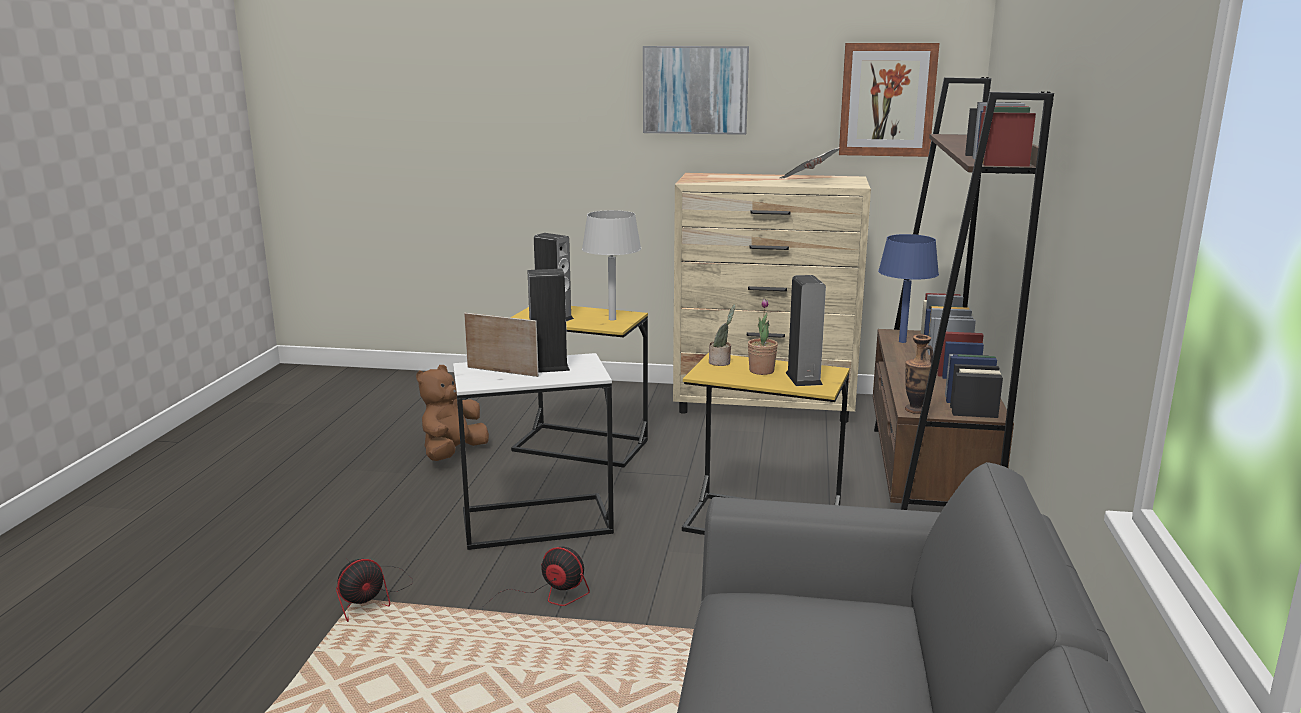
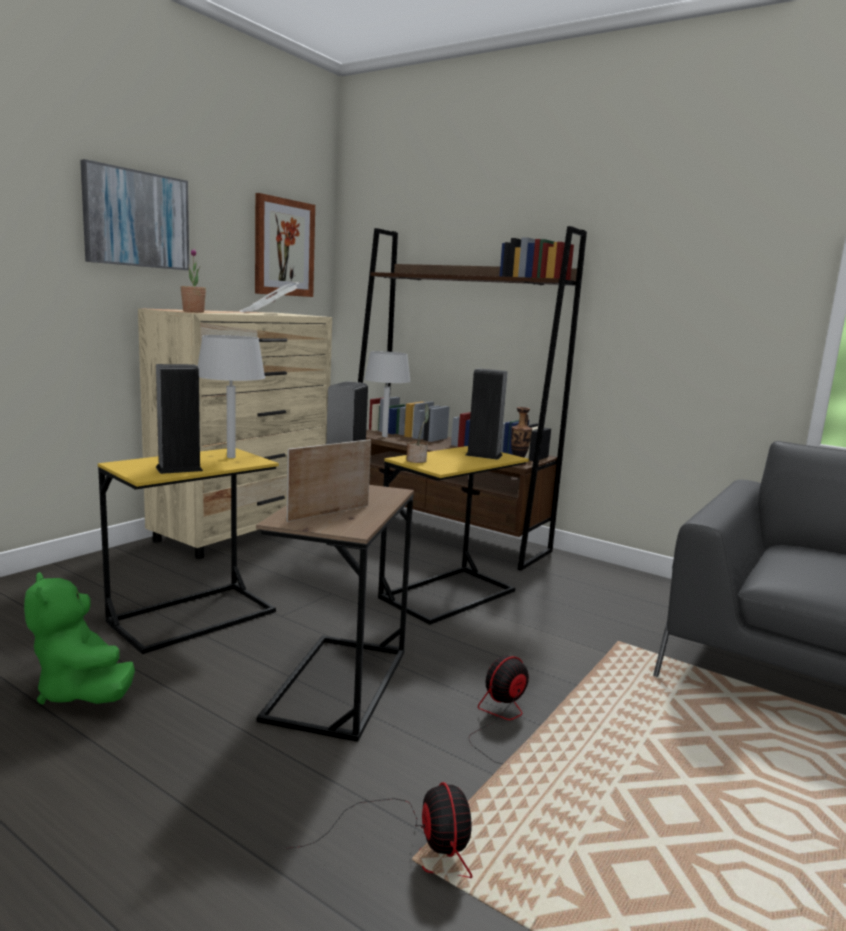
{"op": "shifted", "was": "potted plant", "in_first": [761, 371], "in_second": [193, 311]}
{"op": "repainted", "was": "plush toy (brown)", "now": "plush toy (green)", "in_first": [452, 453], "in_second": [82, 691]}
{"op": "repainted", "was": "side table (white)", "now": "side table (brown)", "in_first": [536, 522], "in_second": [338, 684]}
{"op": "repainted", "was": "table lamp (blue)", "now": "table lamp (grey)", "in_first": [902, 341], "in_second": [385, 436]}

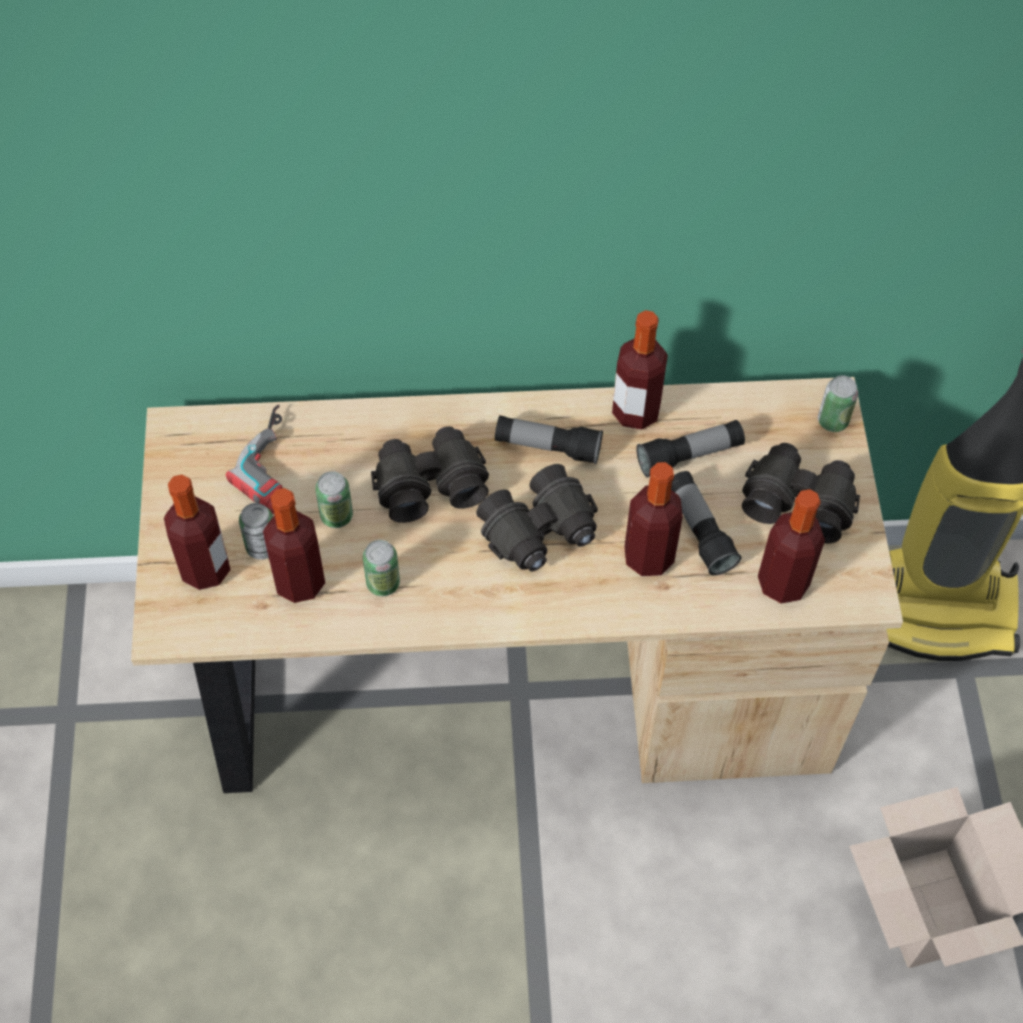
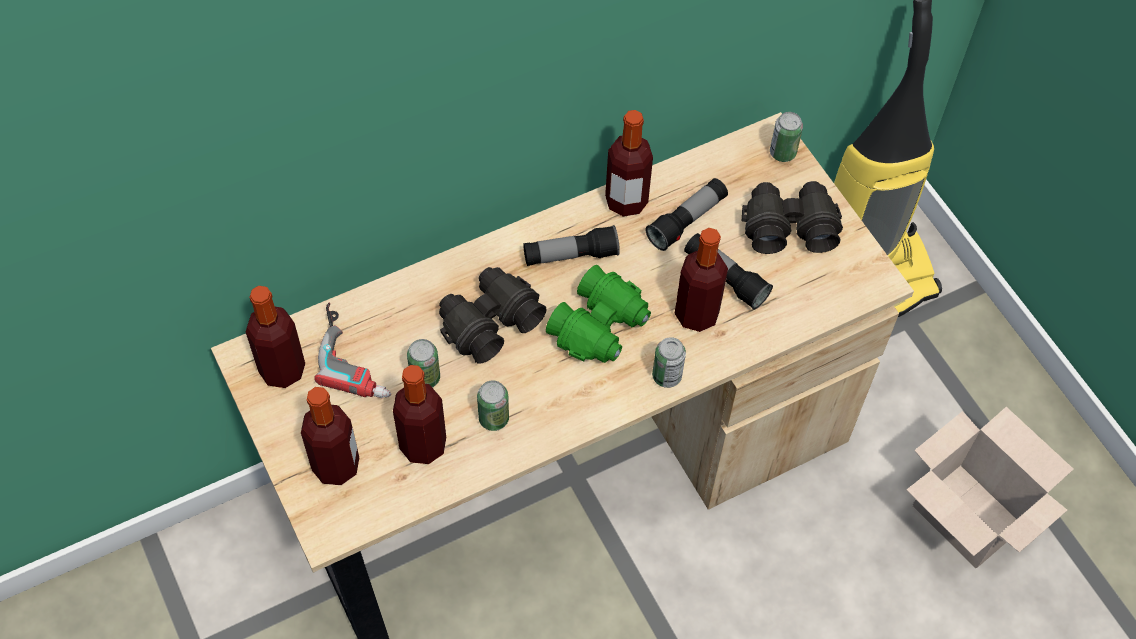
{"op": "shifted", "was": "can", "in_first": [262, 547], "in_second": [666, 376]}
{"op": "shifted", "was": "bottle", "in_first": [783, 583], "in_second": [282, 370]}
{"op": "repainted", "was": "binoculars (black)", "now": "binoculars (green)", "in_first": [540, 532], "in_second": [600, 327]}

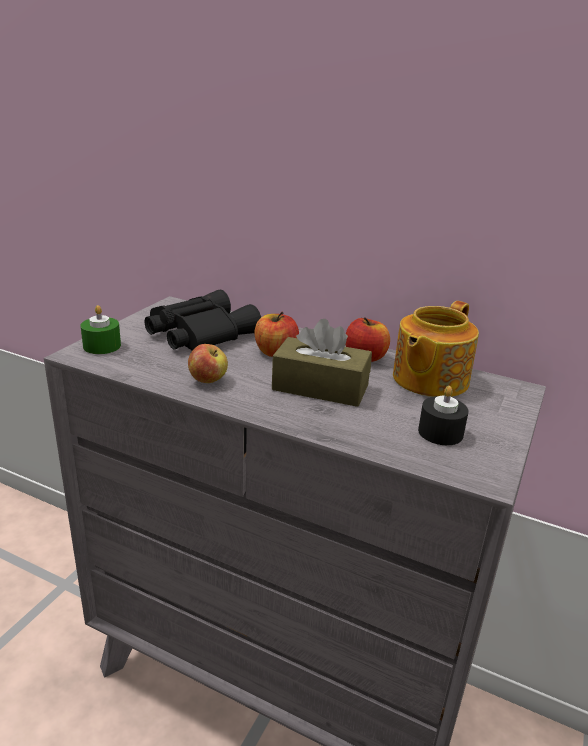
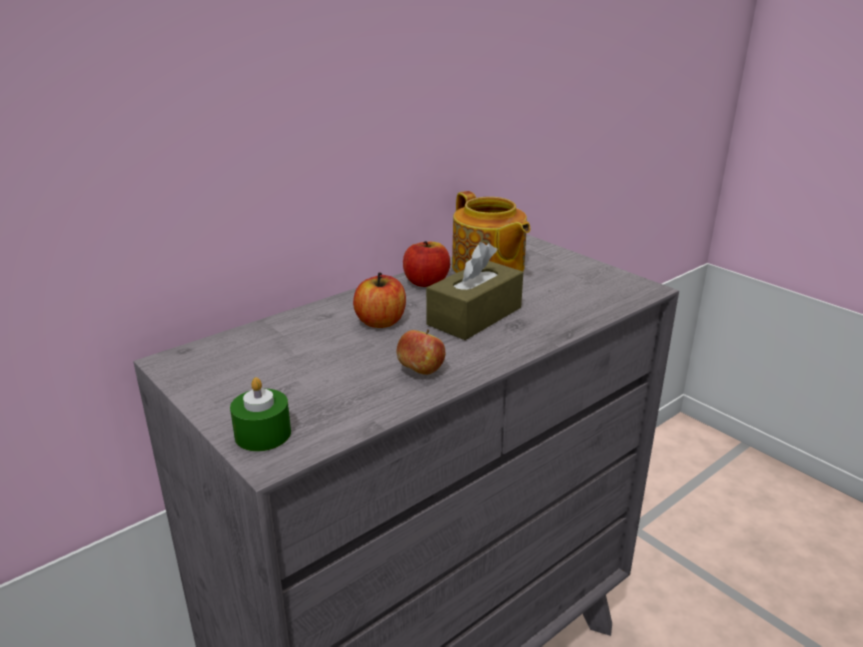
{"op": "gone", "was": "binoculars (black)", "in_first": [198, 333]}
{"op": "gone", "was": "candle (black)", "in_first": [440, 432]}

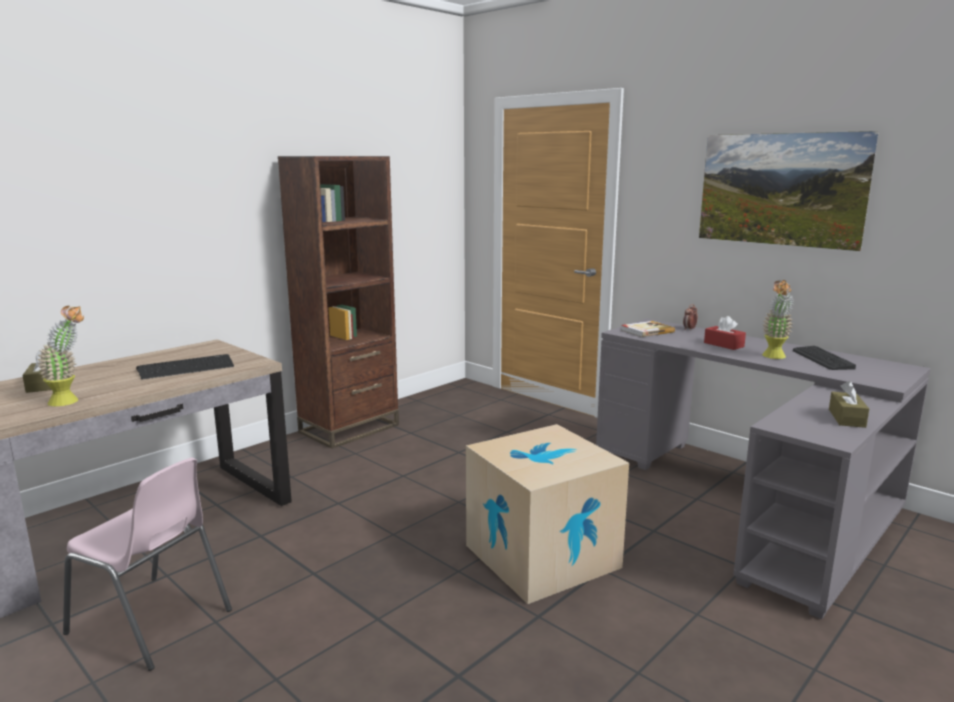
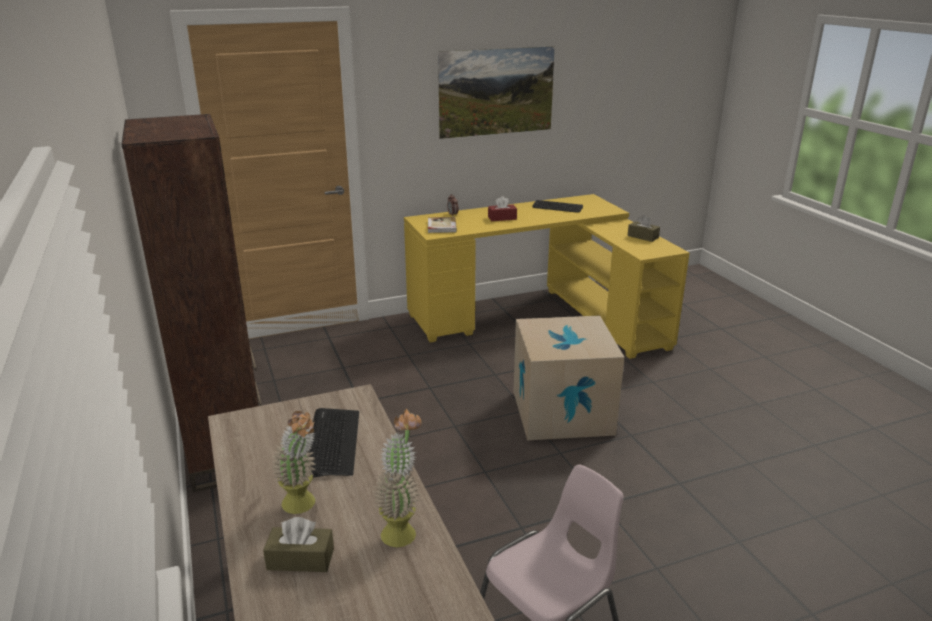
{"op": "shifted", "was": "potted plant", "in_first": [774, 357], "in_second": [303, 507]}
{"op": "repainted", "was": "desk (grey)", "now": "desk (yellow)", "in_first": [752, 500], "in_second": [542, 317]}

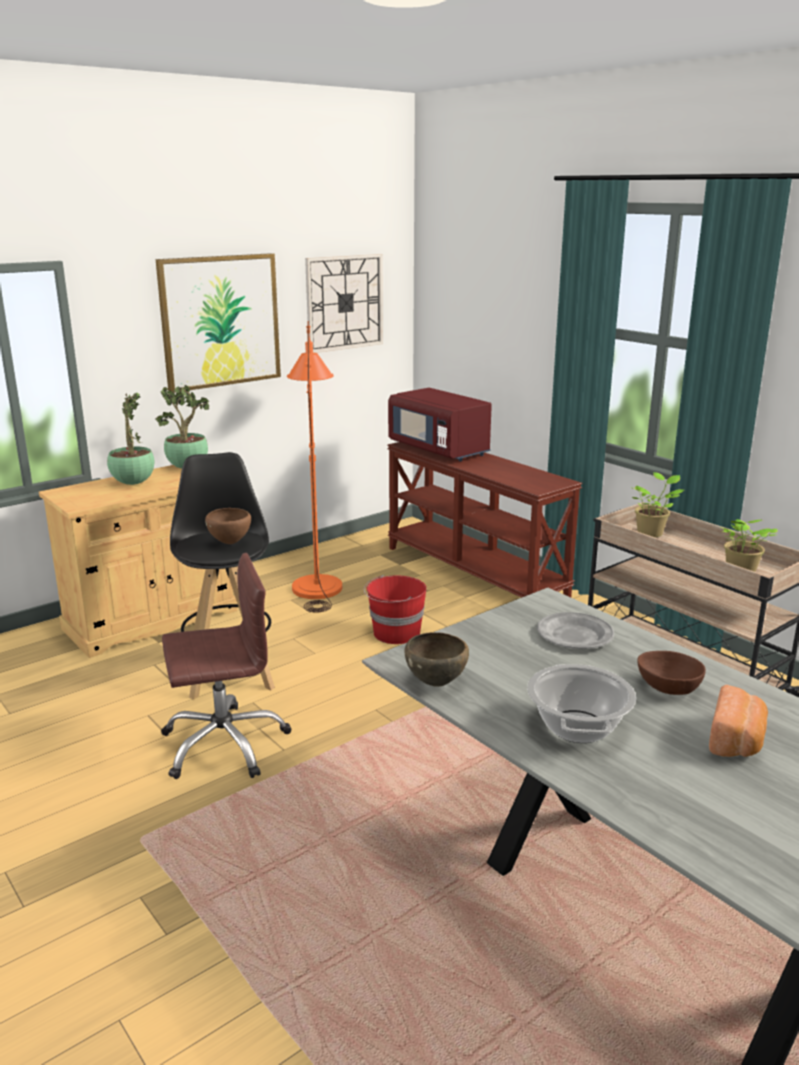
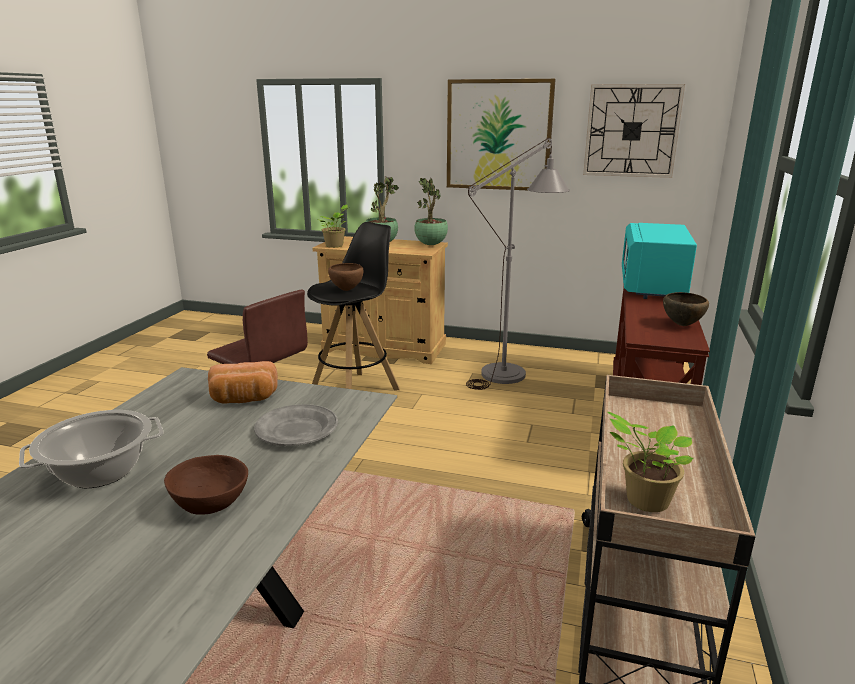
{"op": "gone", "was": "bucket (red)", "in_first": [395, 633]}
{"op": "shifted", "was": "bowl (brown)", "in_first": [436, 683], "in_second": [682, 325]}
{"op": "shifted", "was": "potted plant", "in_first": [651, 533], "in_second": [335, 246]}
{"op": "shifted", "was": "bread", "in_first": [737, 741], "in_second": [244, 399]}
{"op": "repainted", "was": "floor lamp (orange)", "now": "floor lamp (grey)", "in_first": [317, 582], "in_second": [512, 371]}
{"op": "repainted", "was": "microwave (red)", "now": "microwave (turquoise)", "in_first": [439, 450], "in_second": [652, 287]}

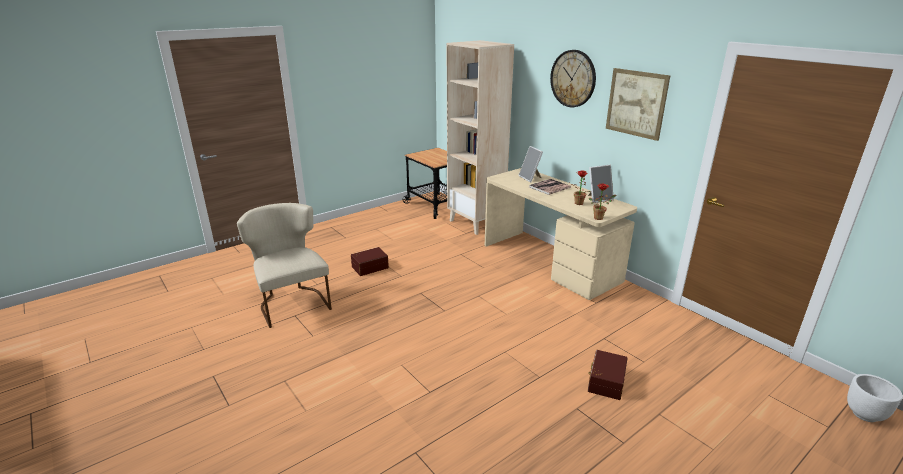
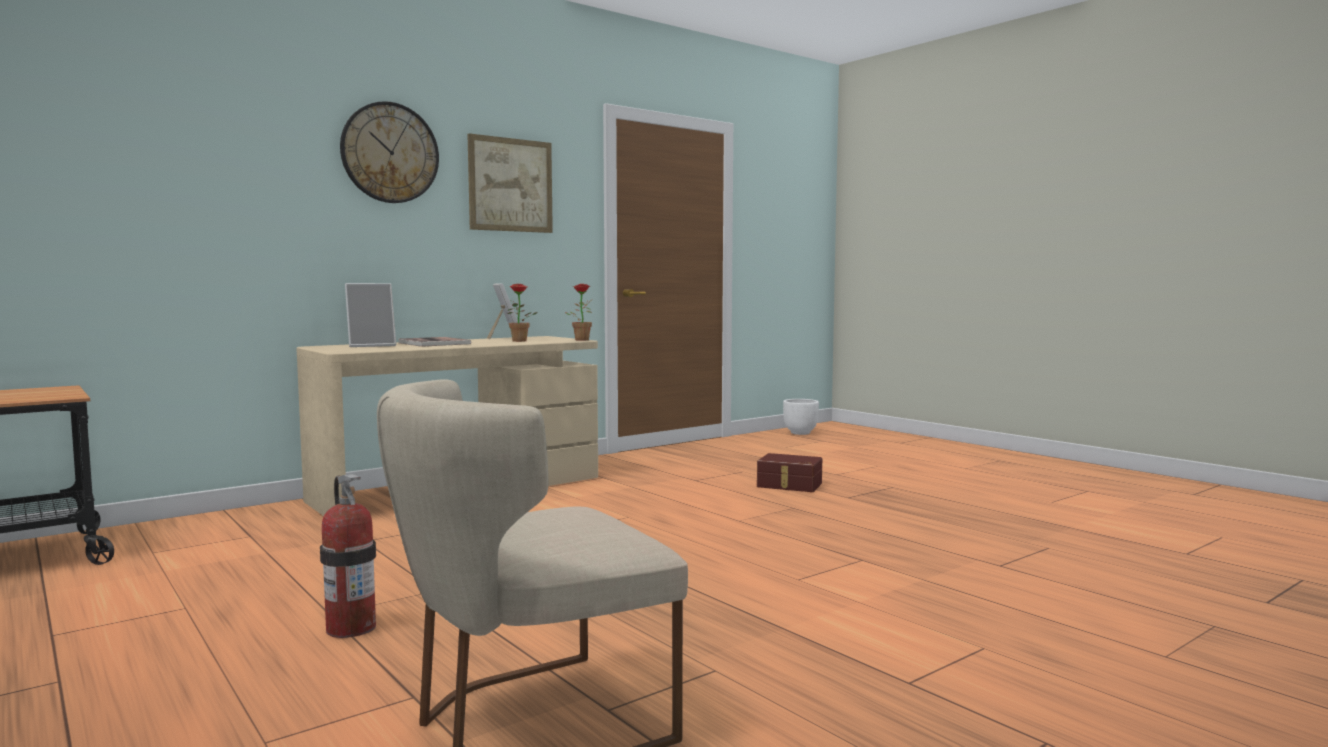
{"op": "gone", "was": "bookcase (beige)", "in_first": [476, 223]}
{"op": "swapped", "was": "storage box (brown)", "now": "fire extinguisher", "in_first": [369, 267], "in_second": [351, 628]}

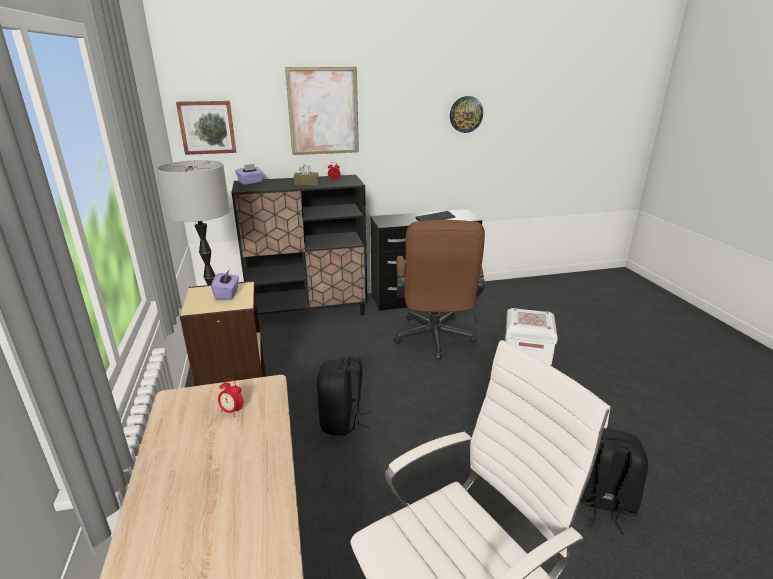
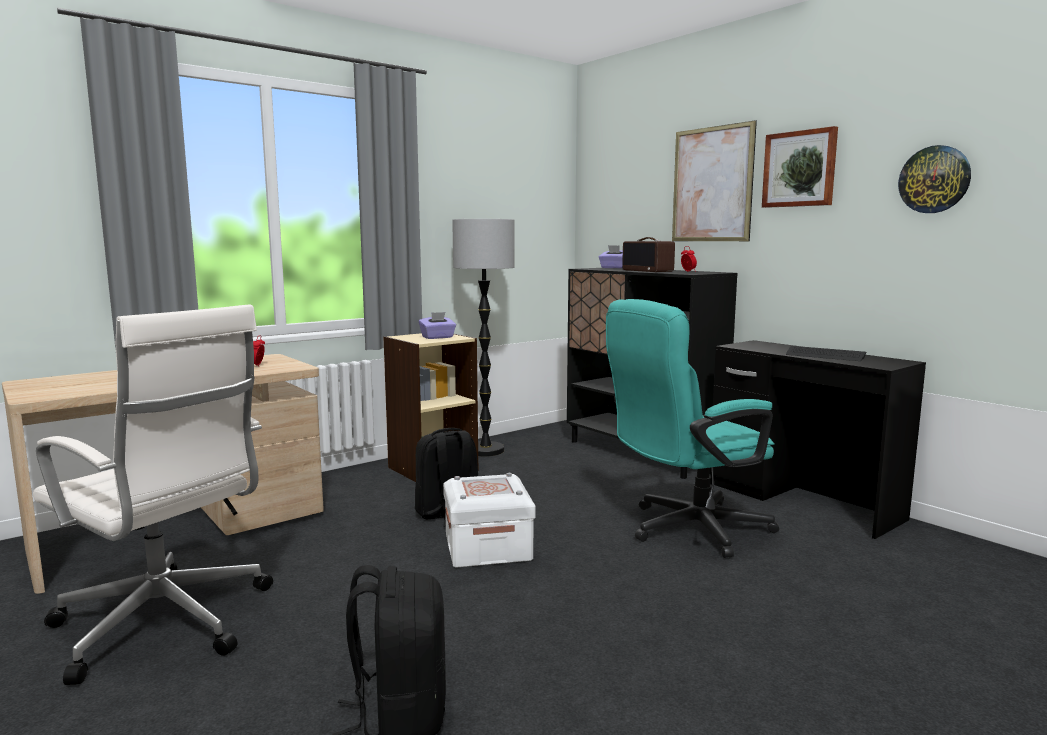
{"op": "shifted", "was": "picture", "in_first": [207, 127], "in_second": [800, 169]}
{"op": "shifted", "was": "storage box (white)", "in_first": [527, 351], "in_second": [487, 547]}
{"op": "swapped", "was": "tissue box (brown)", "now": "radio", "in_first": [306, 184], "in_second": [648, 271]}
{"op": "repainted", "was": "office chair (brown)", "now": "office chair (turquoise)", "in_first": [434, 340], "in_second": [686, 530]}

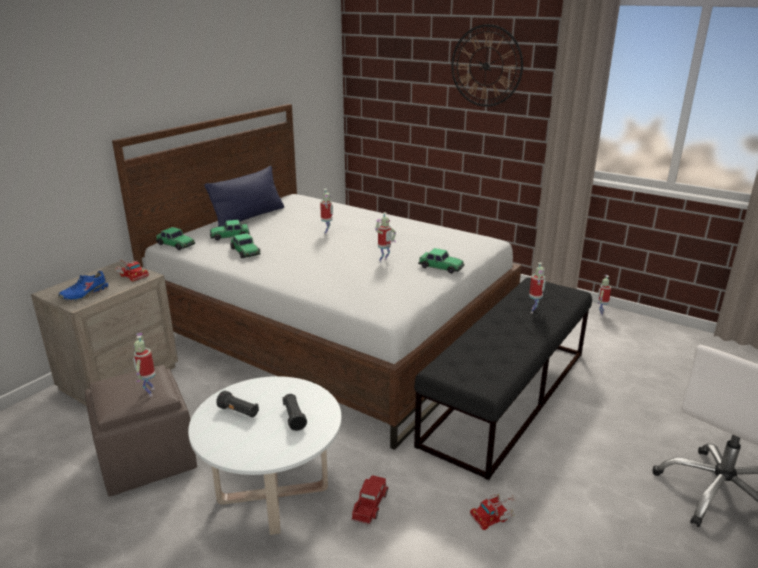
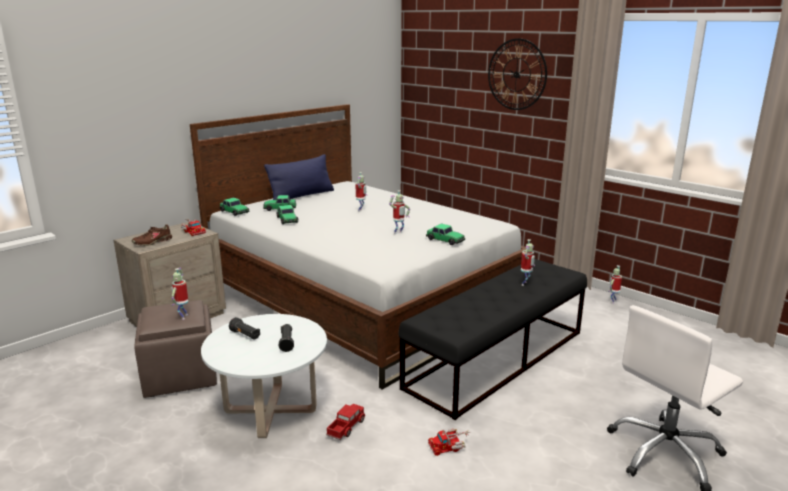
{"op": "repainted", "was": "shoe (blue)", "now": "shoe (brown)", "in_first": [85, 294], "in_second": [153, 242]}

